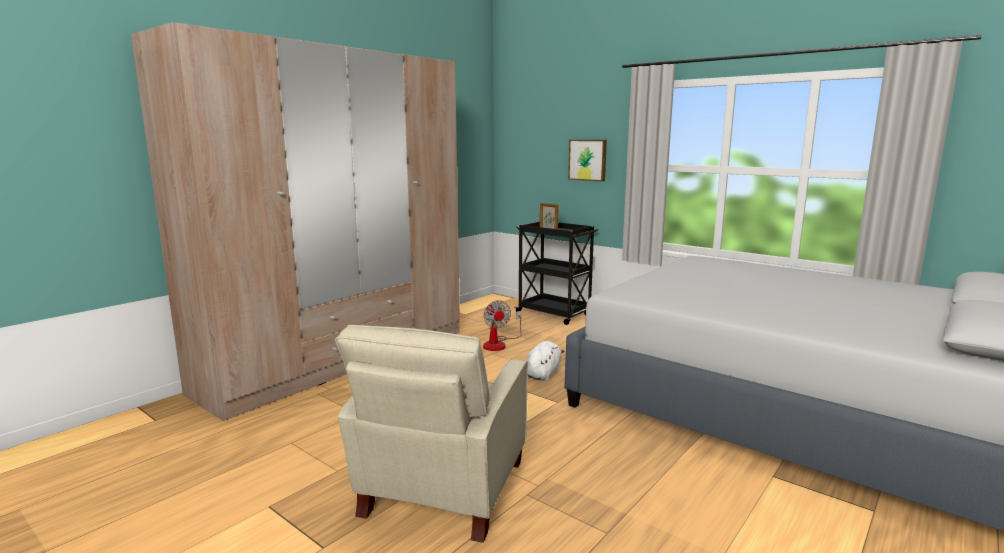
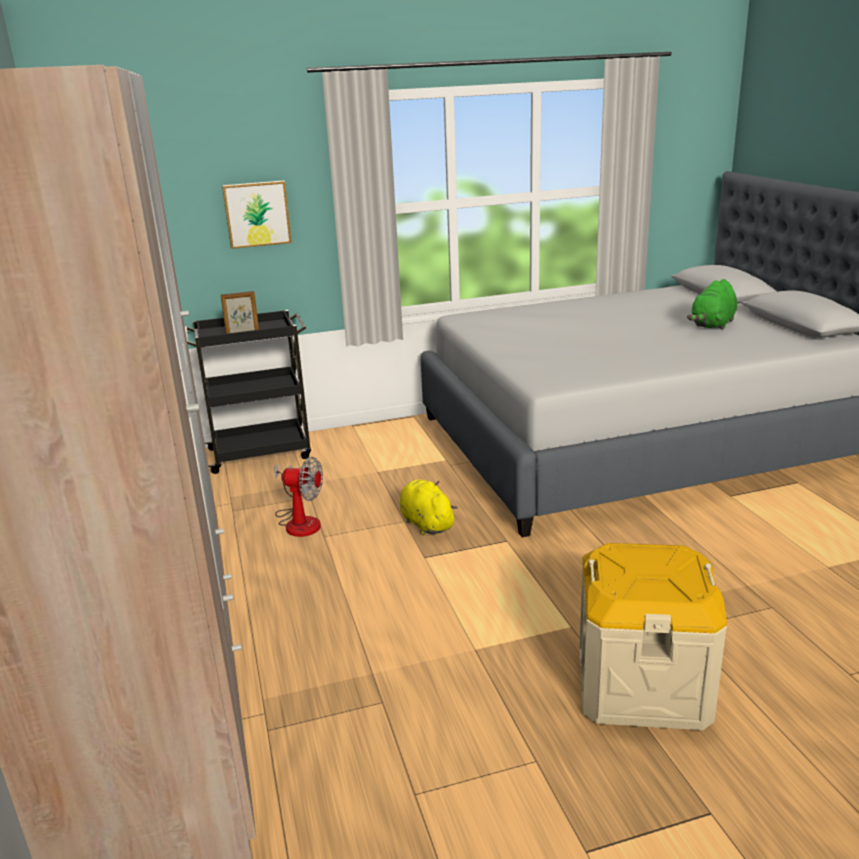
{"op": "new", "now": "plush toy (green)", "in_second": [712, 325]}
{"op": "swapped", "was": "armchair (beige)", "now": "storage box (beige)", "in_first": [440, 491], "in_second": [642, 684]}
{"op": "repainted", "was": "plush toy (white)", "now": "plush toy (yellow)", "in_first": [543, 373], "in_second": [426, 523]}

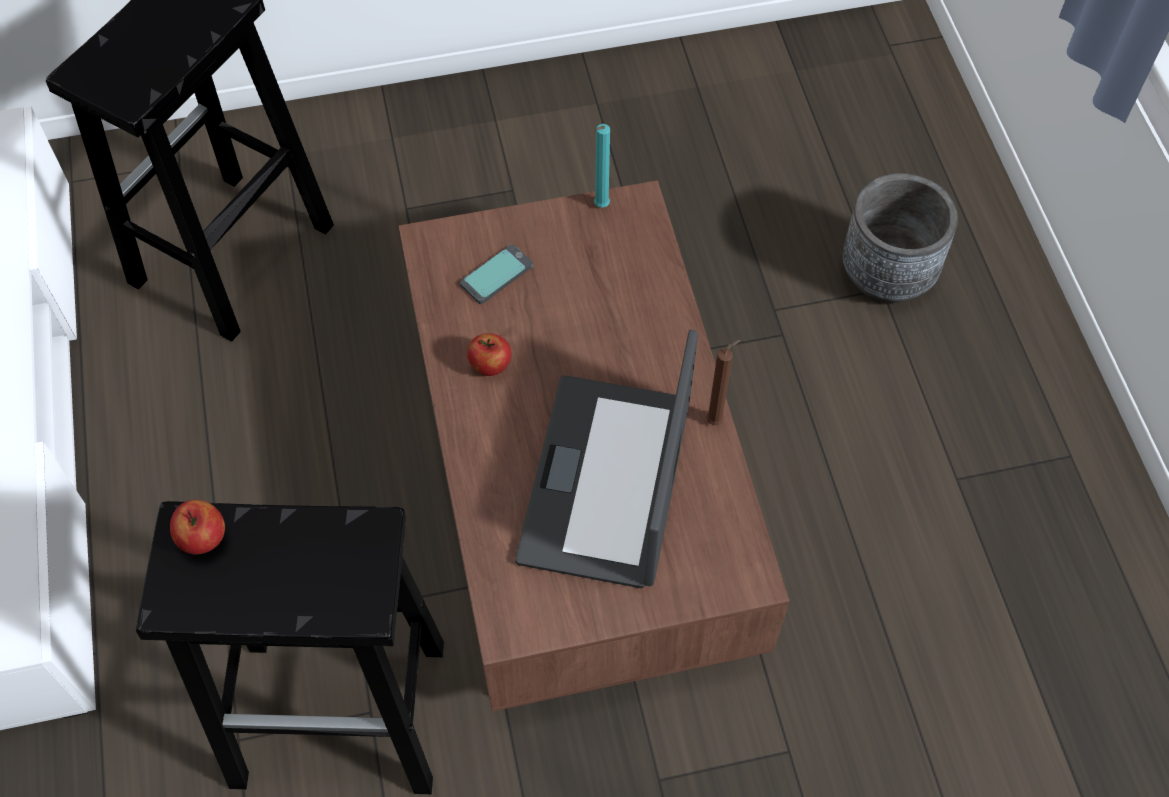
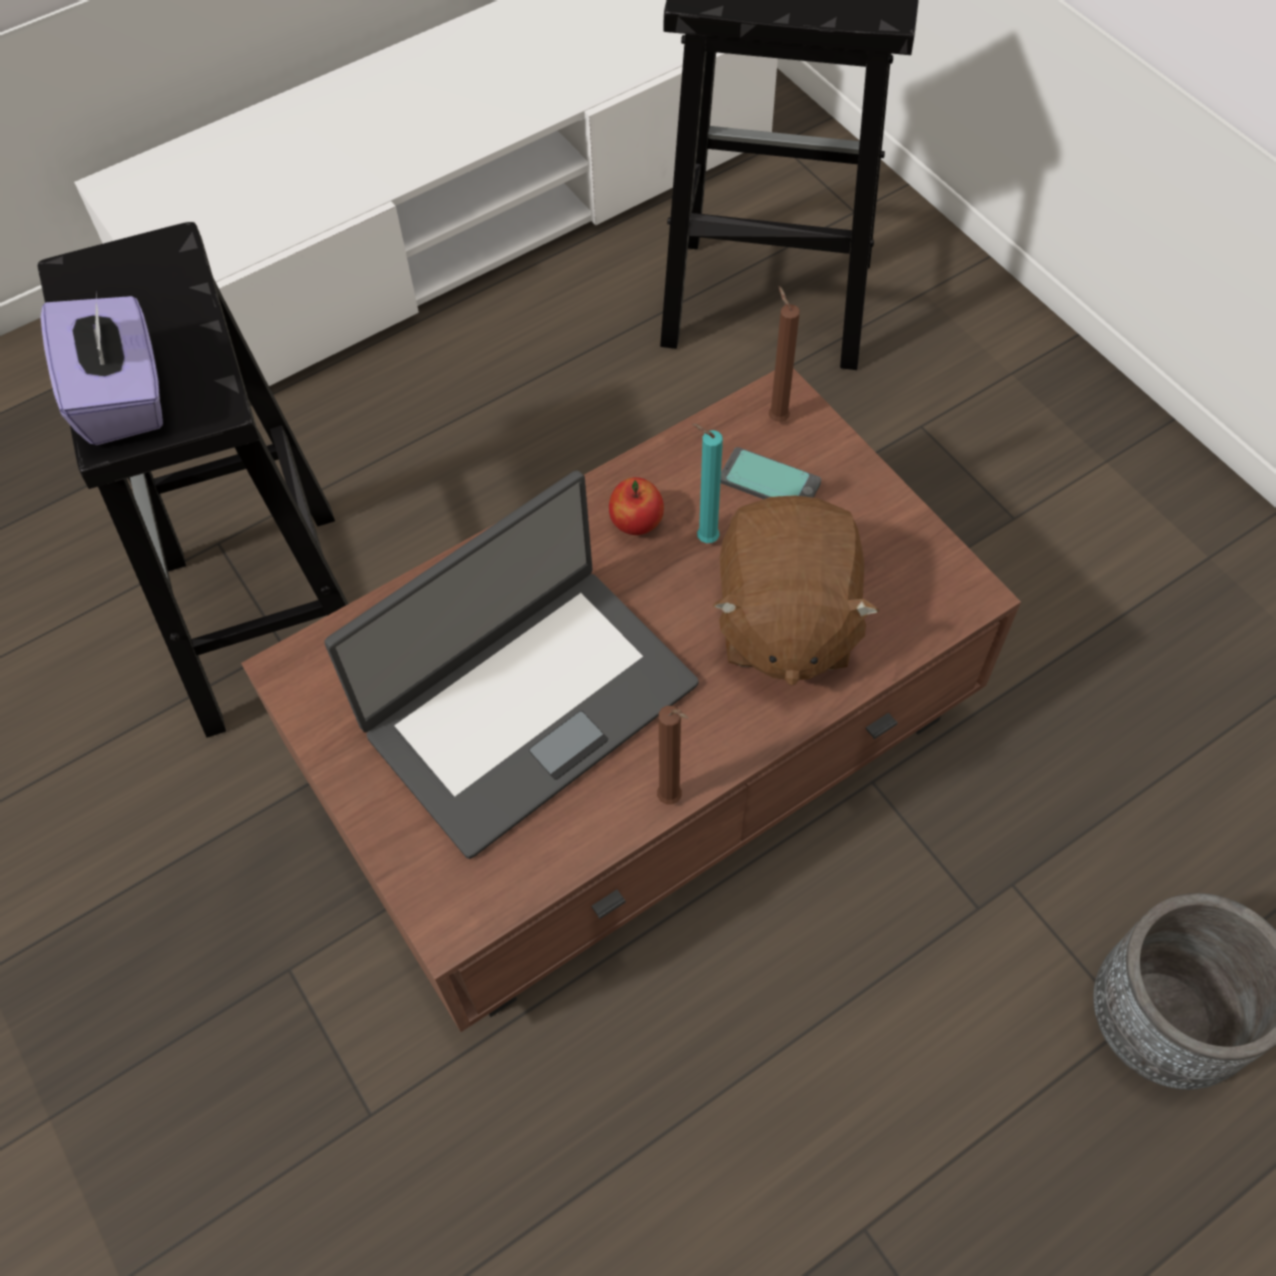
{"op": "gone", "was": "apple", "in_first": [203, 539]}
{"op": "new", "now": "tissue box (purple)", "in_second": [122, 396]}
{"op": "new", "now": "plush toy (brown)", "in_second": [784, 621]}
{"op": "new", "now": "candle (brown)", "in_second": [776, 417]}
{"op": "shifted", "was": "candle (turquoise)", "in_first": [600, 207], "in_second": [704, 539]}
{"op": "rotated", "was": "laptop", "in_first": [608, 481], "in_second": [528, 705], "clockwise": 150}

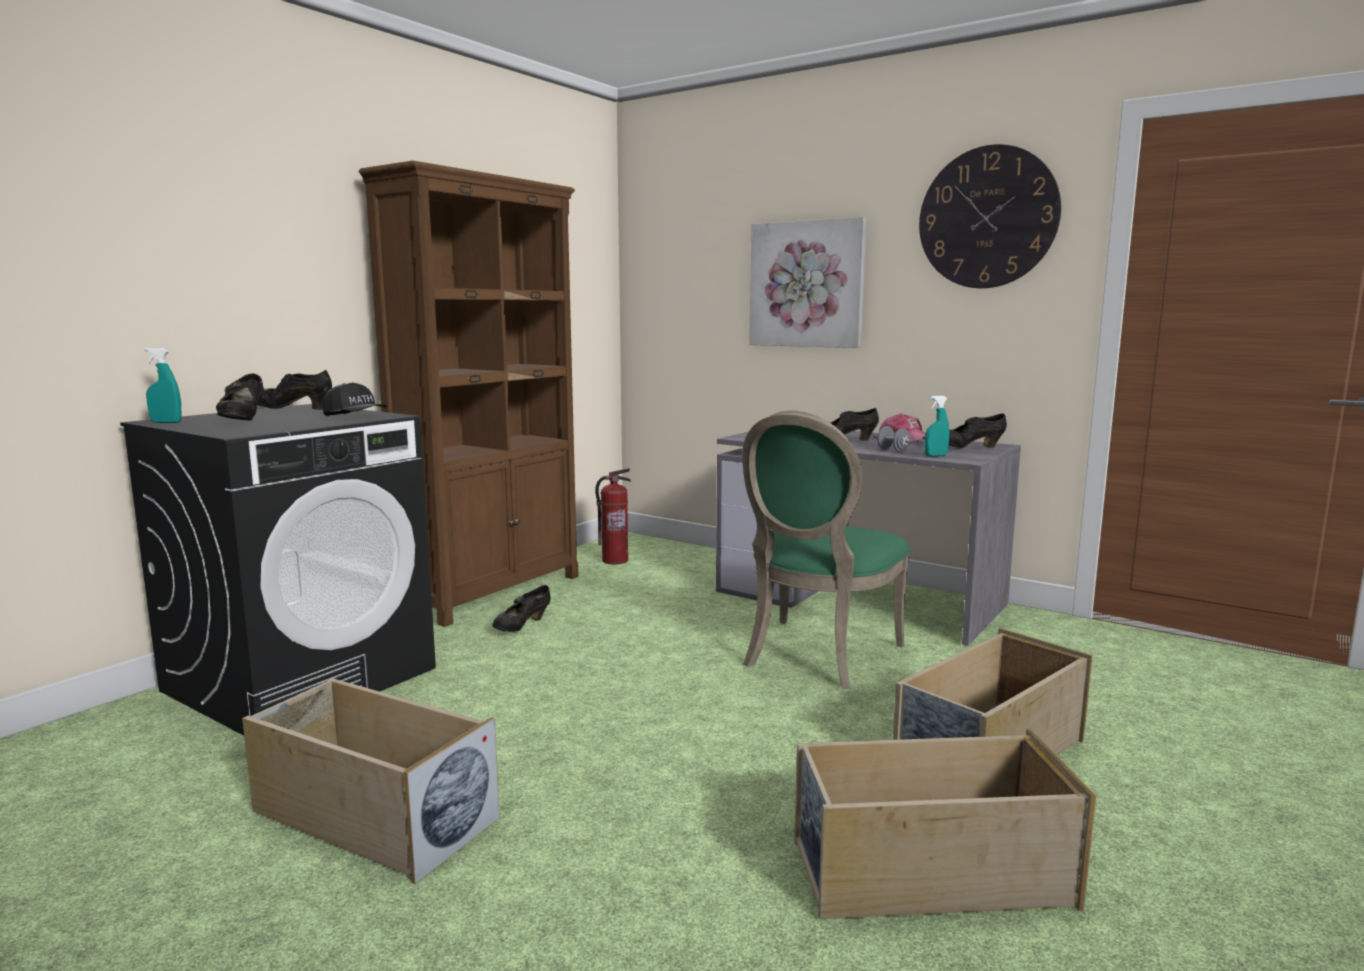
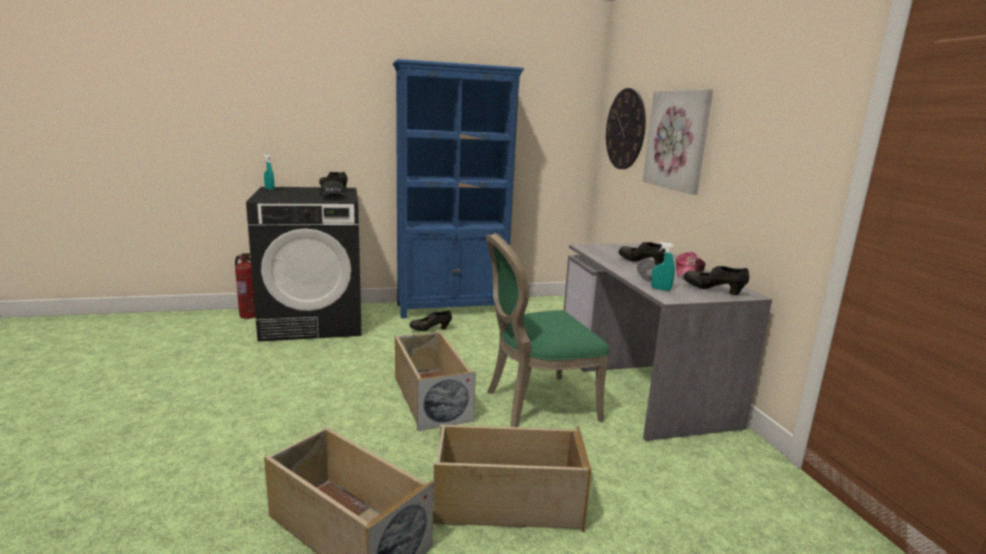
{"op": "gone", "was": "shoe (black)", "in_first": [243, 421]}
{"op": "shifted", "was": "storage box (beige)", "in_first": [372, 816], "in_second": [430, 398]}
{"op": "shifted", "was": "fire extinguisher", "in_first": [615, 560], "in_second": [250, 315]}
{"op": "shifted", "was": "wall clock", "in_first": [987, 218], "in_second": [625, 129]}
{"op": "repainted", "was": "bookcase (brown)", "now": "bookcase (blue)", "in_first": [493, 592], "in_second": [452, 308]}

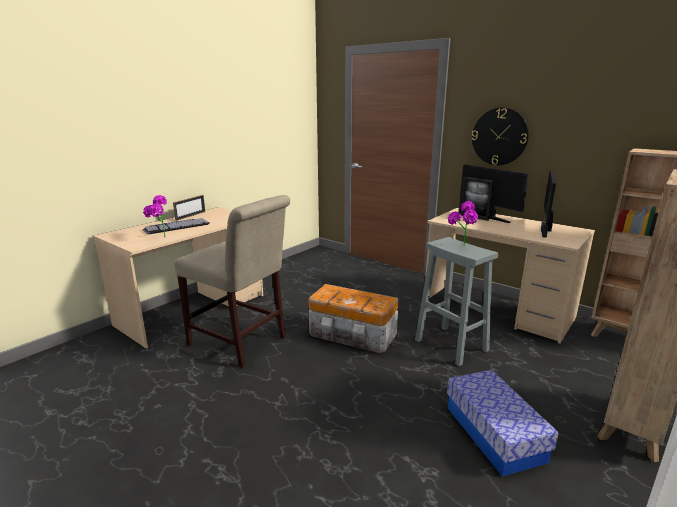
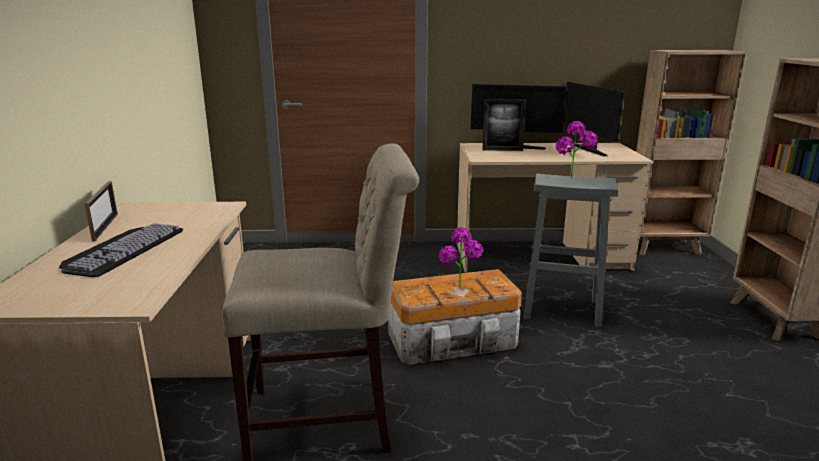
{"op": "gone", "was": "storage box", "in_first": [494, 433]}
{"op": "gone", "was": "wall clock", "in_first": [499, 136]}
{"op": "shifted", "was": "potted plant", "in_first": [160, 238], "in_second": [460, 290]}

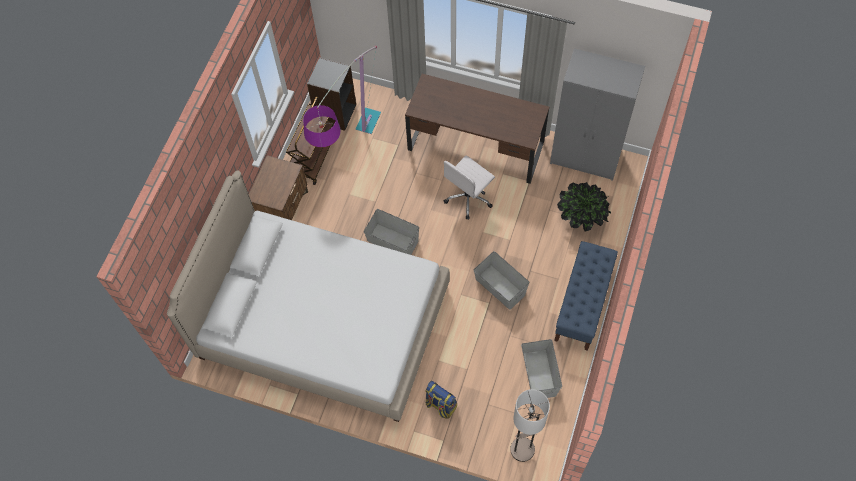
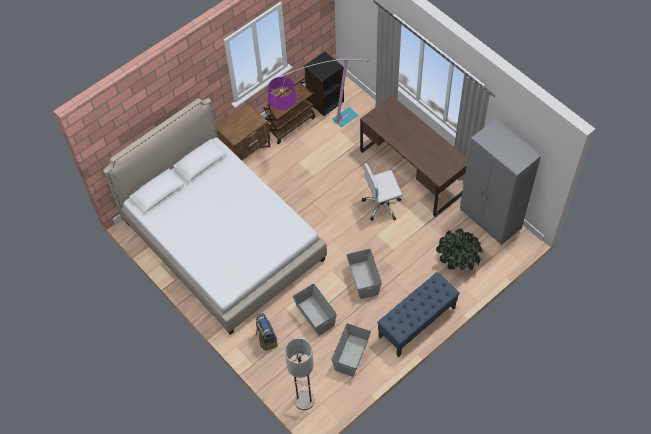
{"op": "shifted", "was": "storage box (grey)", "in_first": [392, 240], "in_second": [315, 315]}

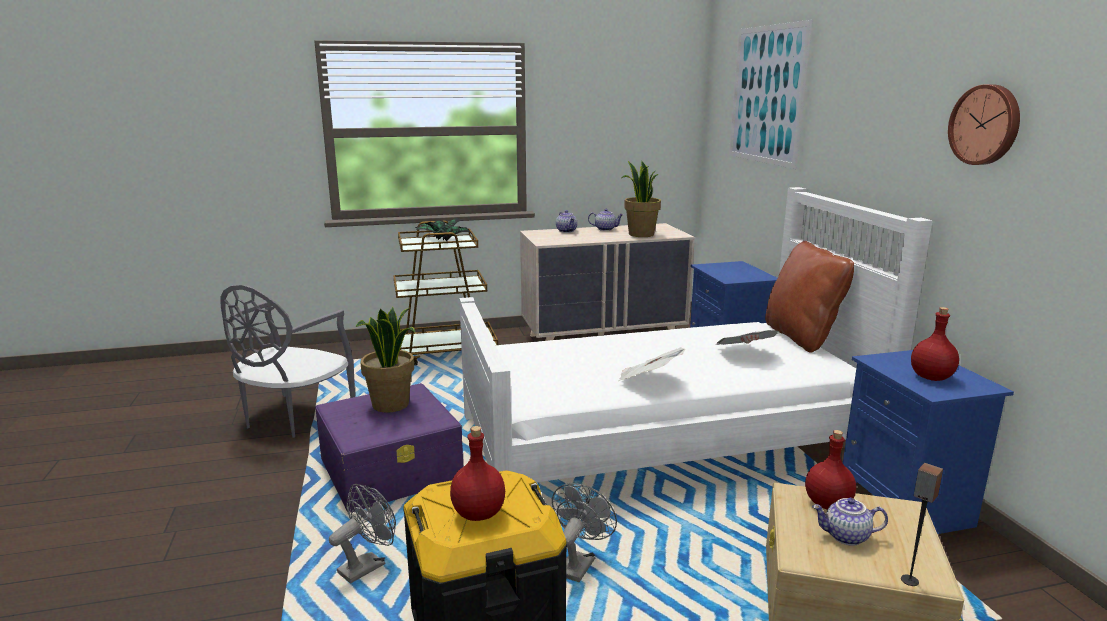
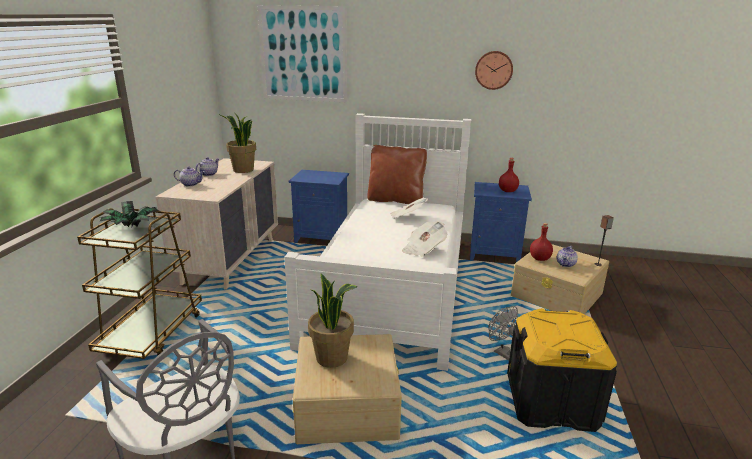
{"op": "gone", "was": "fan (grey)", "in_first": [367, 565]}
{"op": "gone", "was": "bottle (red)", "in_first": [479, 513]}
{"op": "repainted", "was": "storage box (purple)", "now": "storage box (beige)", "in_first": [392, 469], "in_second": [347, 405]}

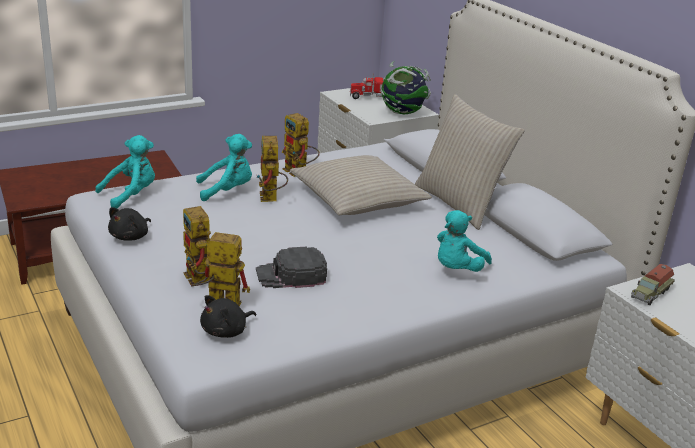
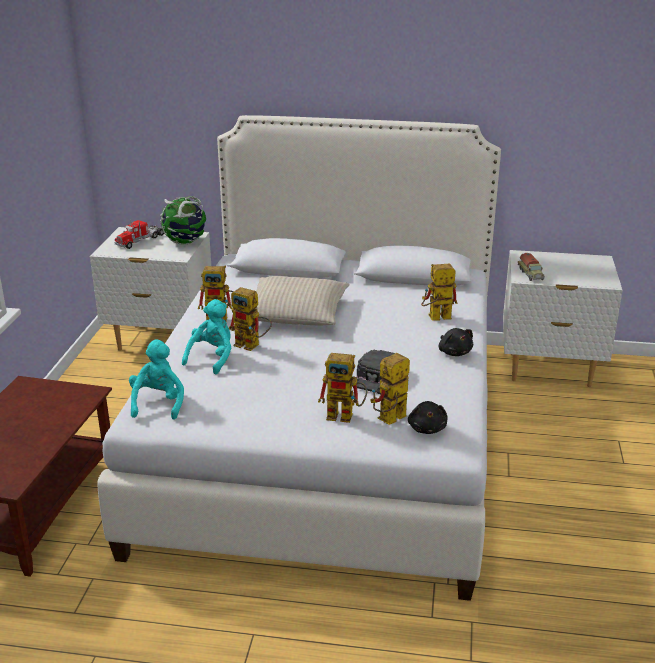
{"op": "gone", "was": "pillow (beige)", "in_first": [460, 204]}
{"op": "shifted", "was": "plush toy (black)", "in_first": [130, 236], "in_second": [454, 352]}
{"op": "swapped", "was": "plush toy (turquoise)", "now": "toy robot", "in_first": [457, 269], "in_second": [435, 318]}

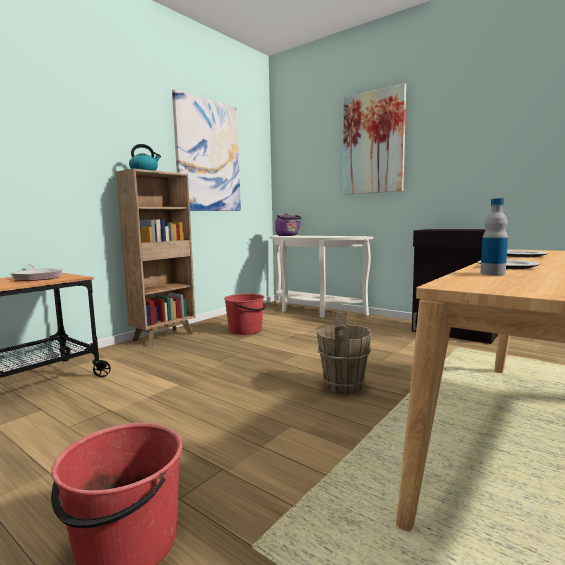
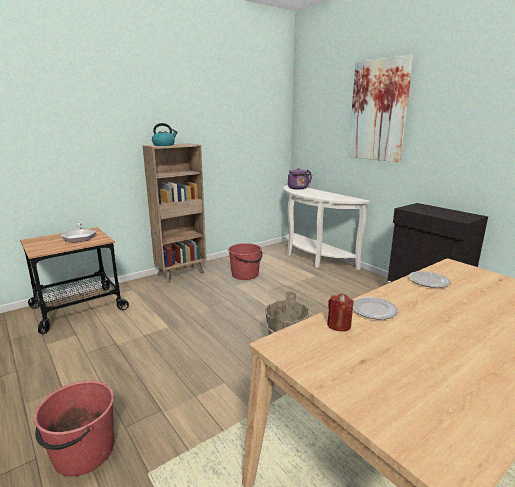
{"op": "gone", "was": "picture", "in_first": [208, 156]}
{"op": "swapped", "was": "bottle", "now": "candle (red)", "in_first": [492, 273], "in_second": [339, 325]}

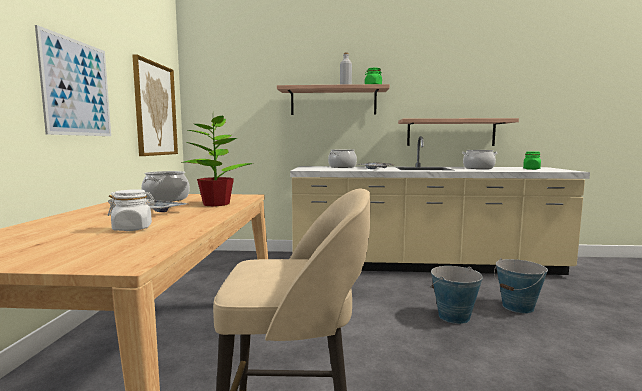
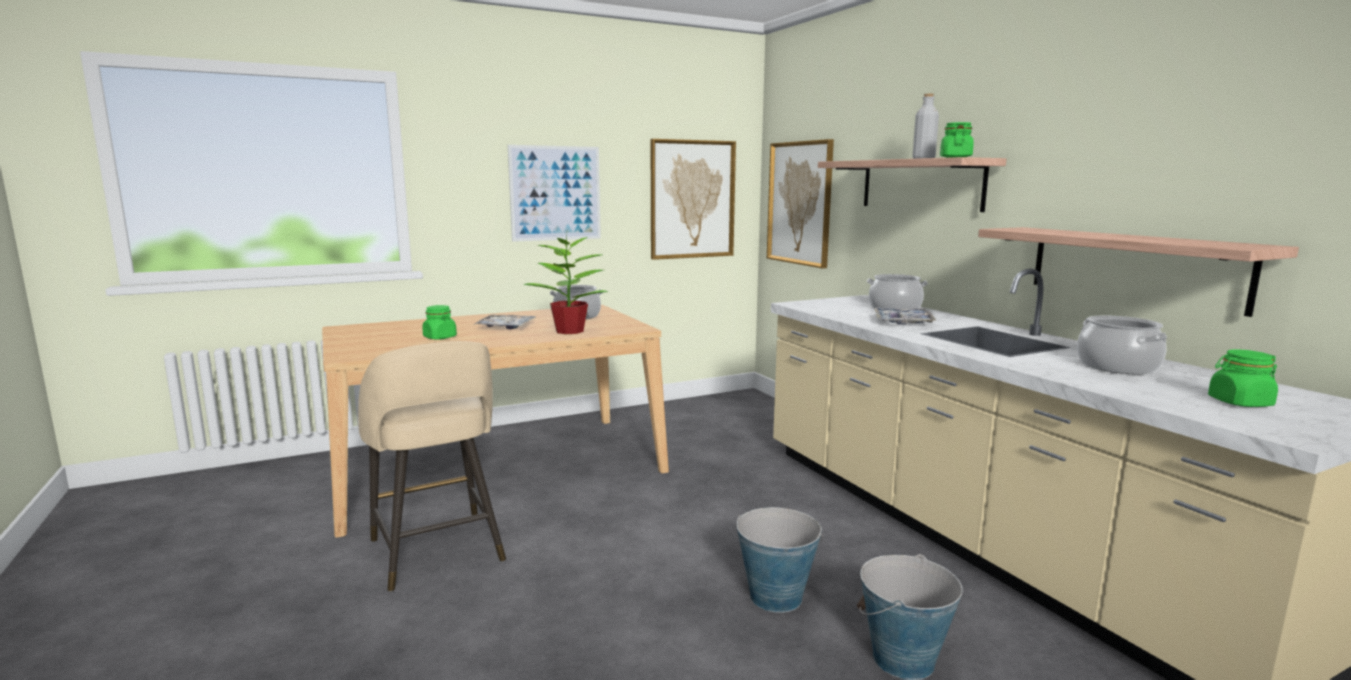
{"op": "new", "now": "picture", "in_second": [800, 203]}
{"op": "repainted", "was": "jar (white)", "now": "jar (green)", "in_first": [133, 228], "in_second": [440, 337]}

